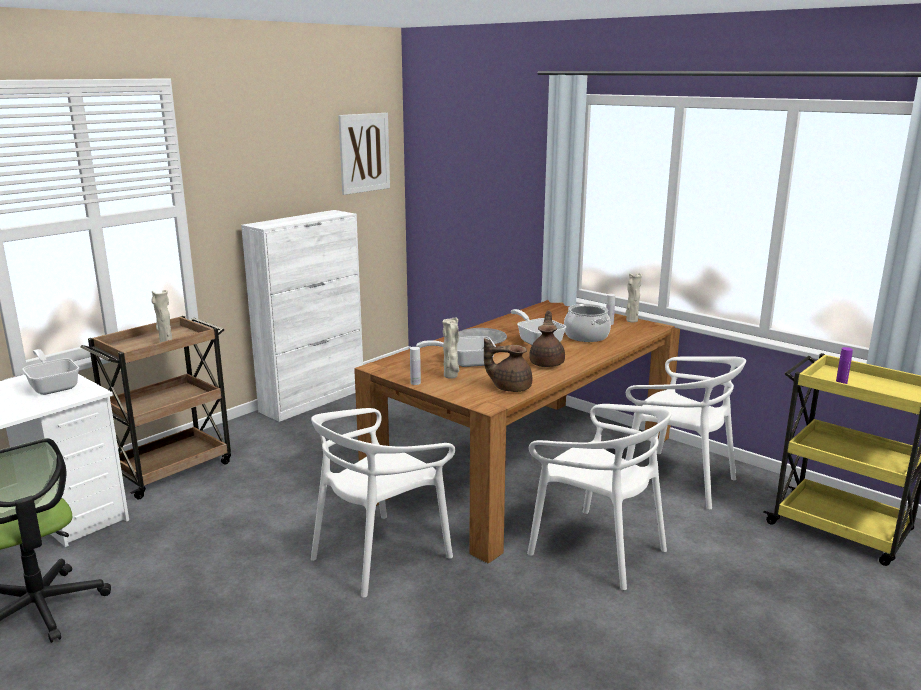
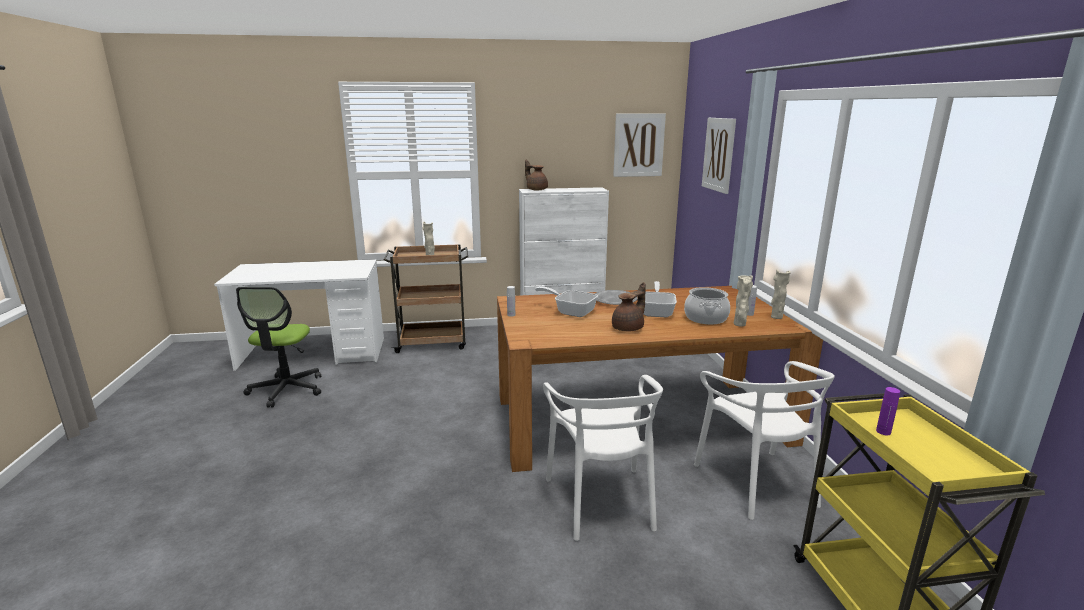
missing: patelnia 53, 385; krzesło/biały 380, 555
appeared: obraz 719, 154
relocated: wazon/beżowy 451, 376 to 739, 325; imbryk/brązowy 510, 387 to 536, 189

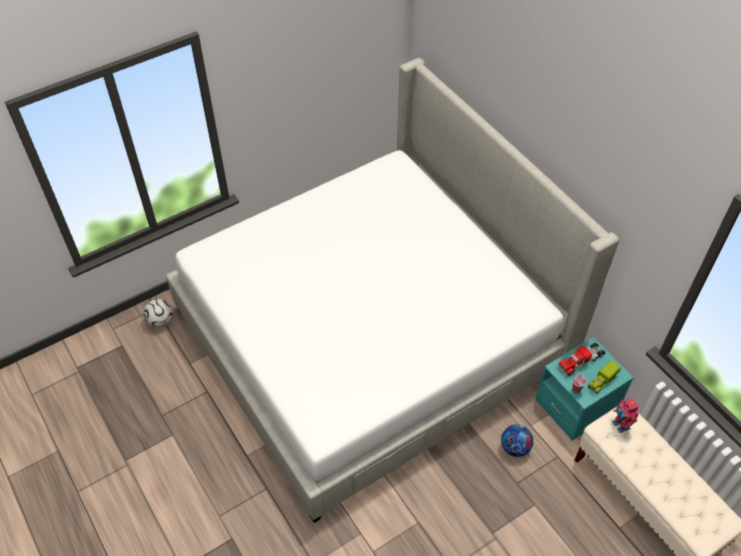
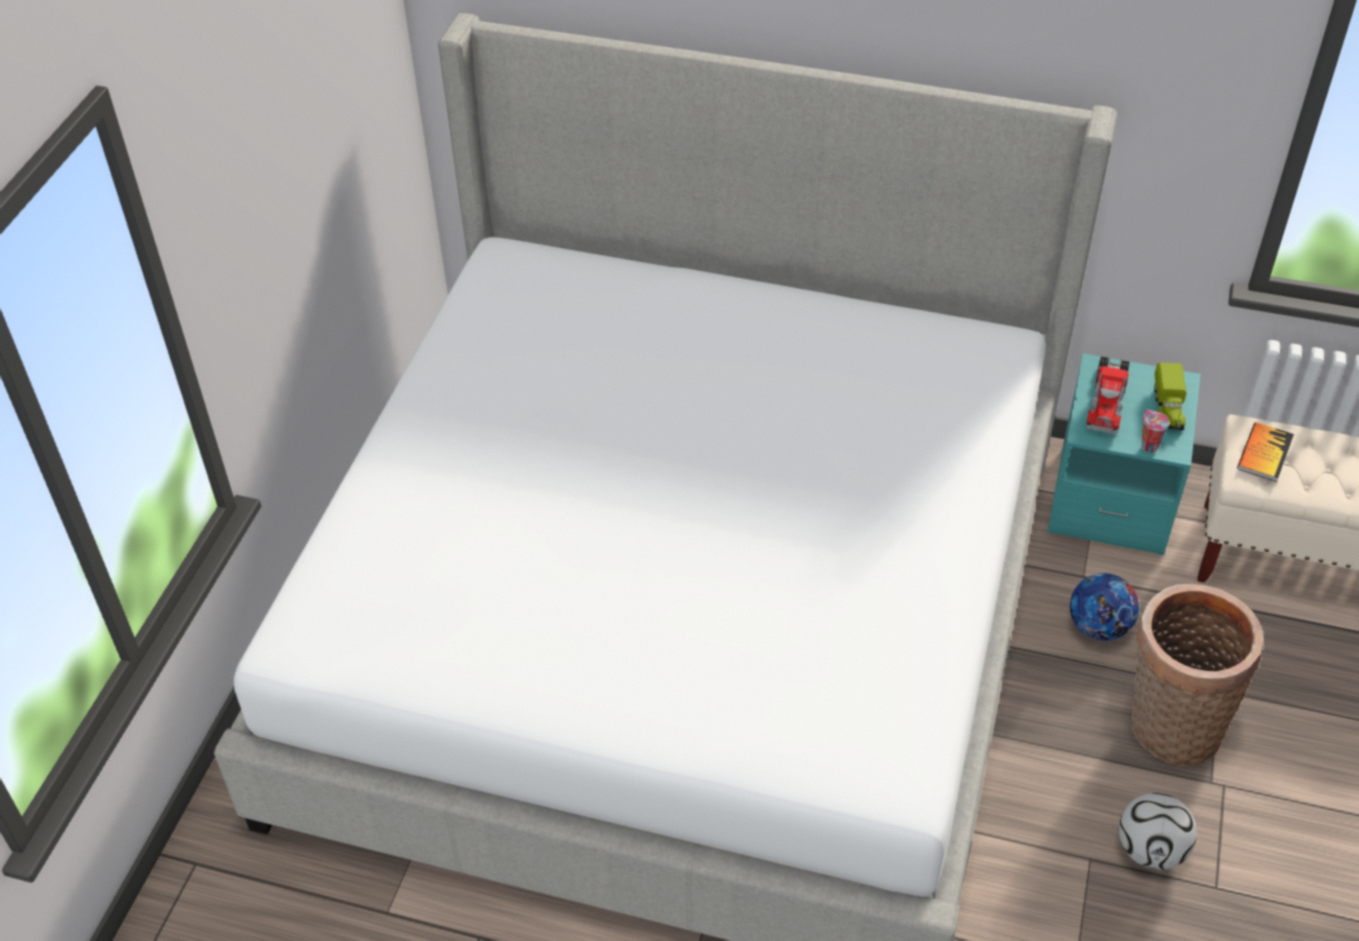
appeared: koszyk 1169, 727
relocated: piłka futbolowa 161, 321 to 1150, 850
exchanged: robot zabawkowy 620, 425 to książka 1264, 453

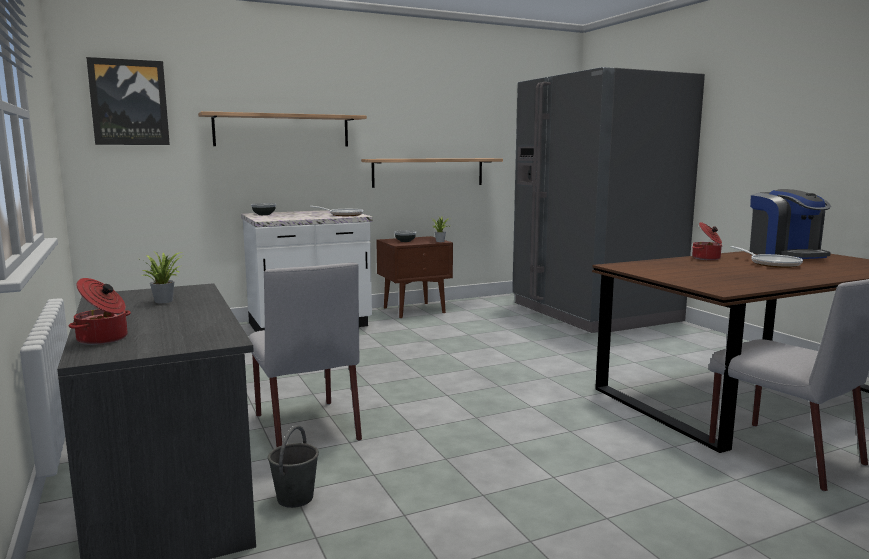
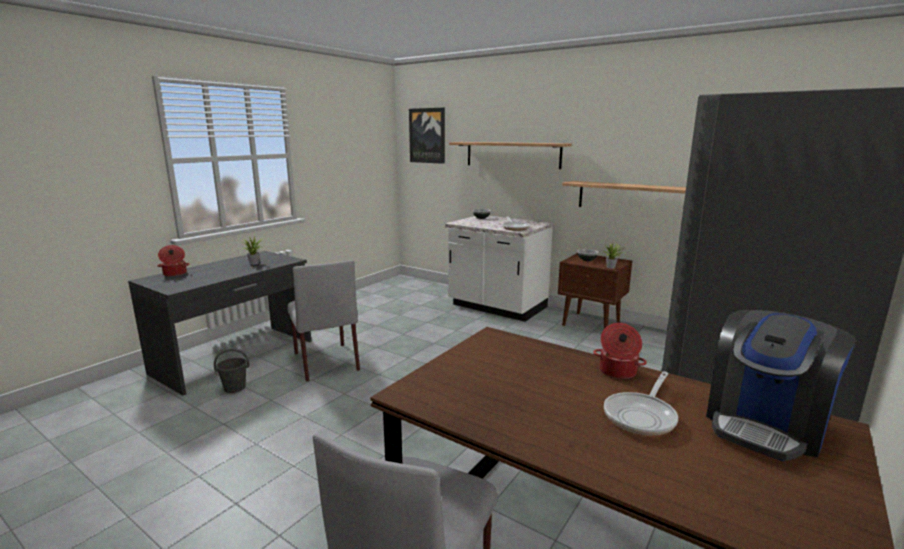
spun: krzesło/szary 305, 426 = 325, 361 60 degrees counterclockwise

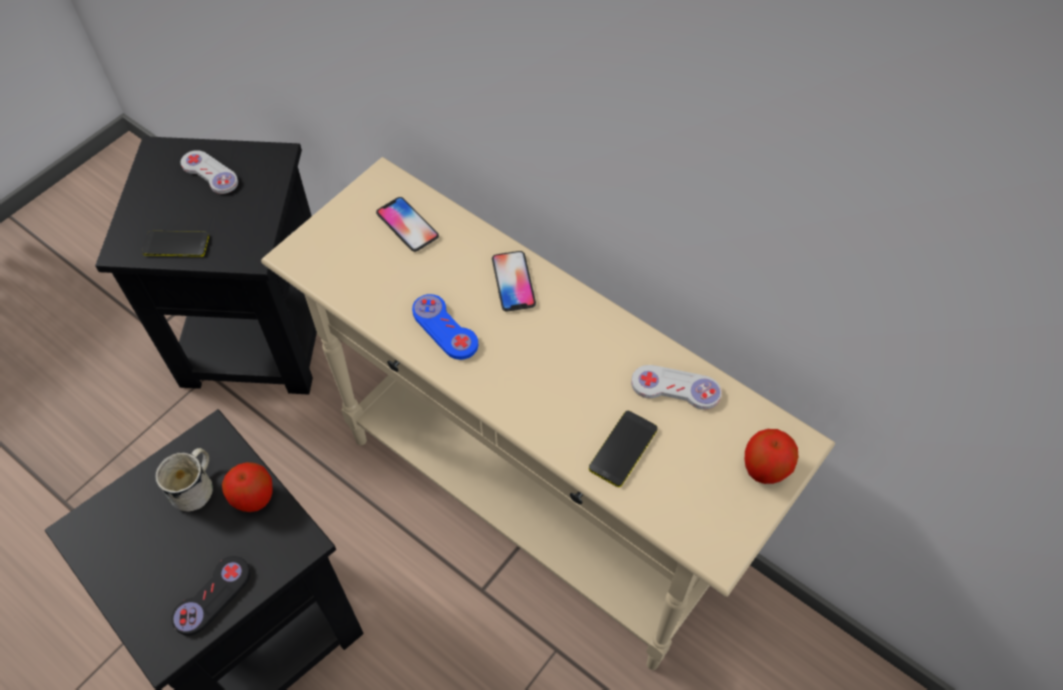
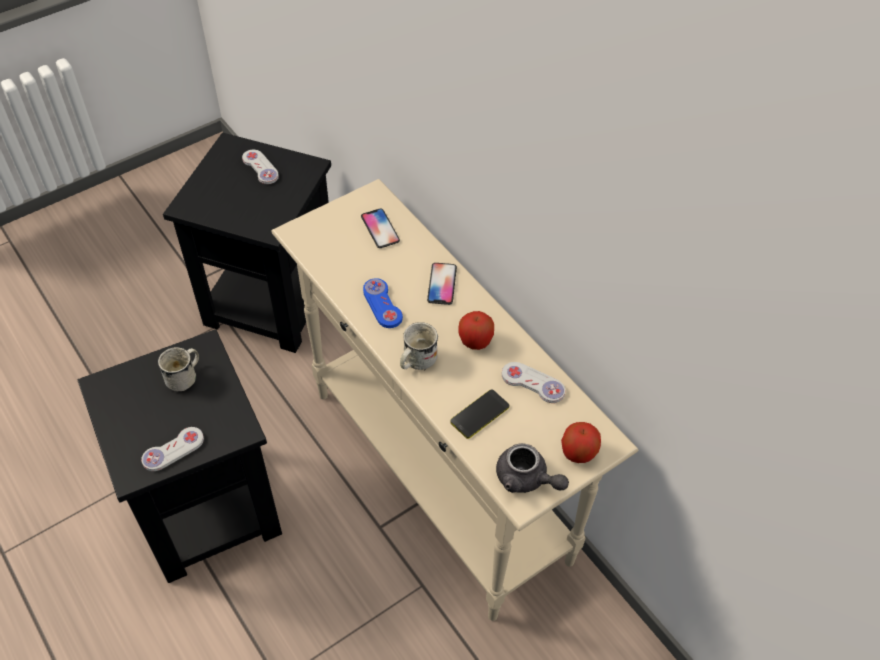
missing: telefon 176, 244
appeared: kubek/biały 416, 361; imbryk/szary 526, 479
relocated: jabłko 254, 497 to 475, 341
colour: pad do gier/czarny 212, 596 to pad do gier/biały 173, 450

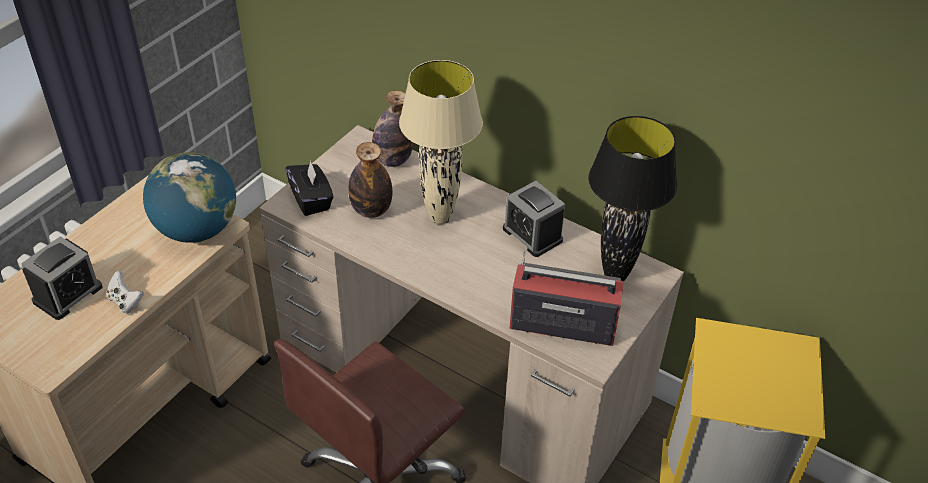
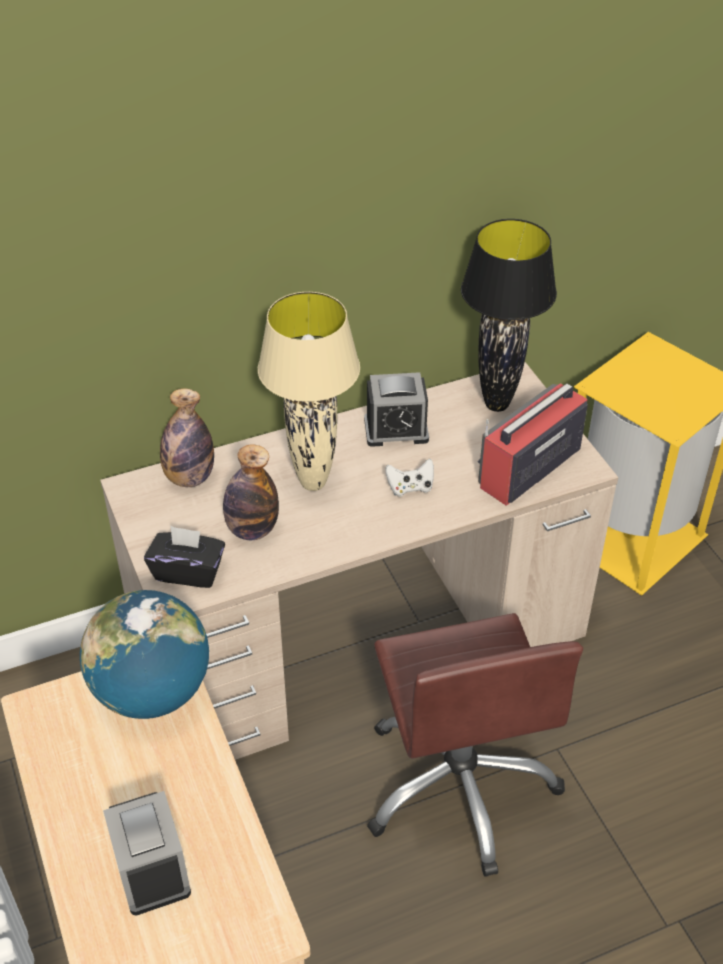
relocated: pad do gier/biały 126, 302 to 410, 488

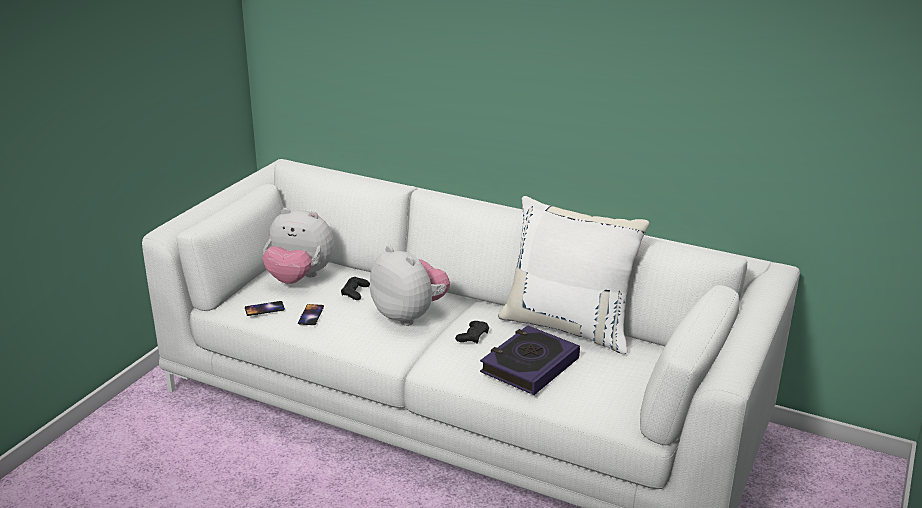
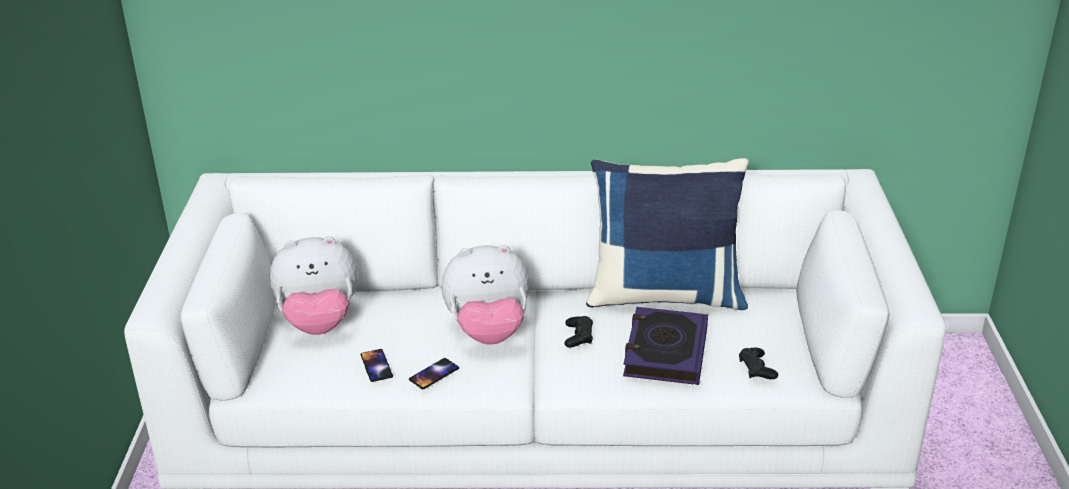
relocated: pad do gier/czarny 355, 292 to 757, 368; telefon 264, 309 to 434, 374
colour: poduszka/biały 569, 326 to poduszka/niebieski 665, 294
spun: pluszak 409, 315 = 488, 332 150 degrees clockwise

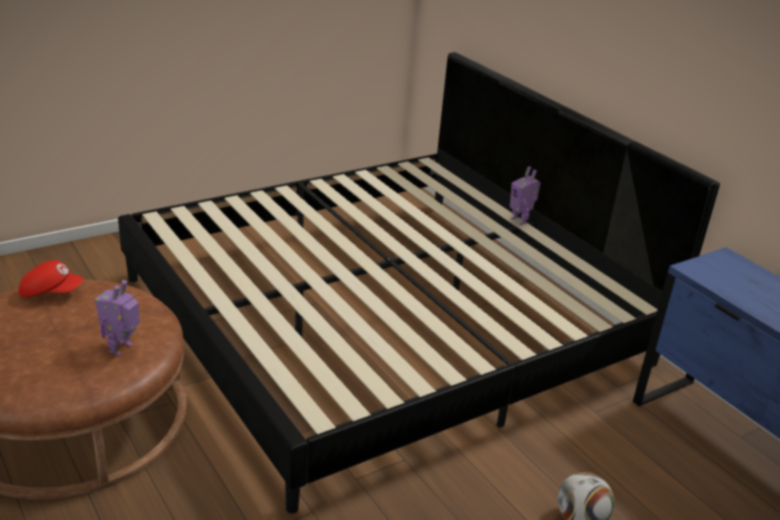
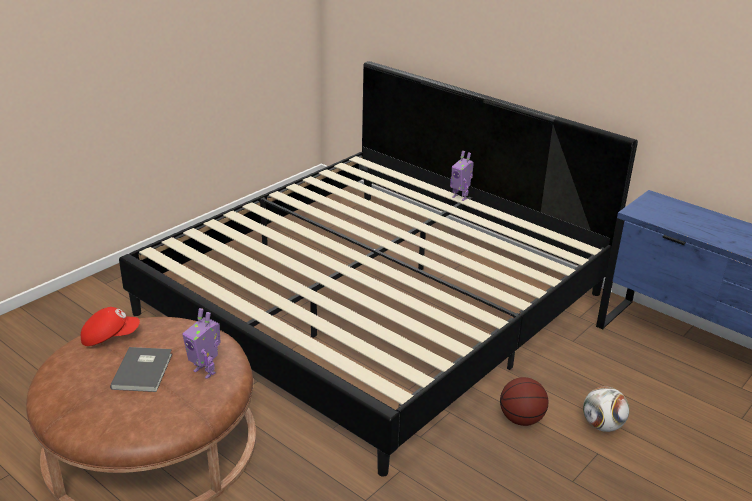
appeared: książka/szary 144, 370; piłka do koszykówki 521, 419
spun: robot zabawkowy 121, 348 = 205, 371 60 degrees counterclockwise

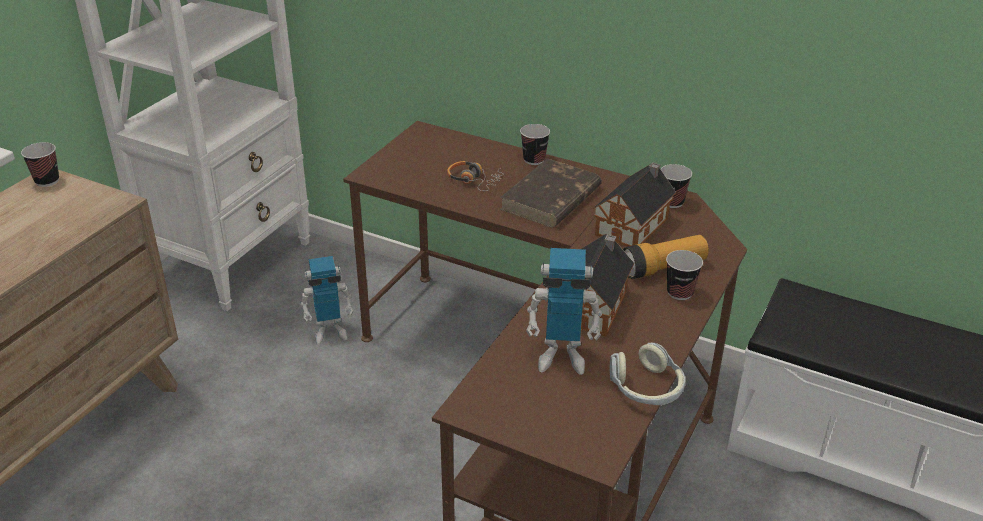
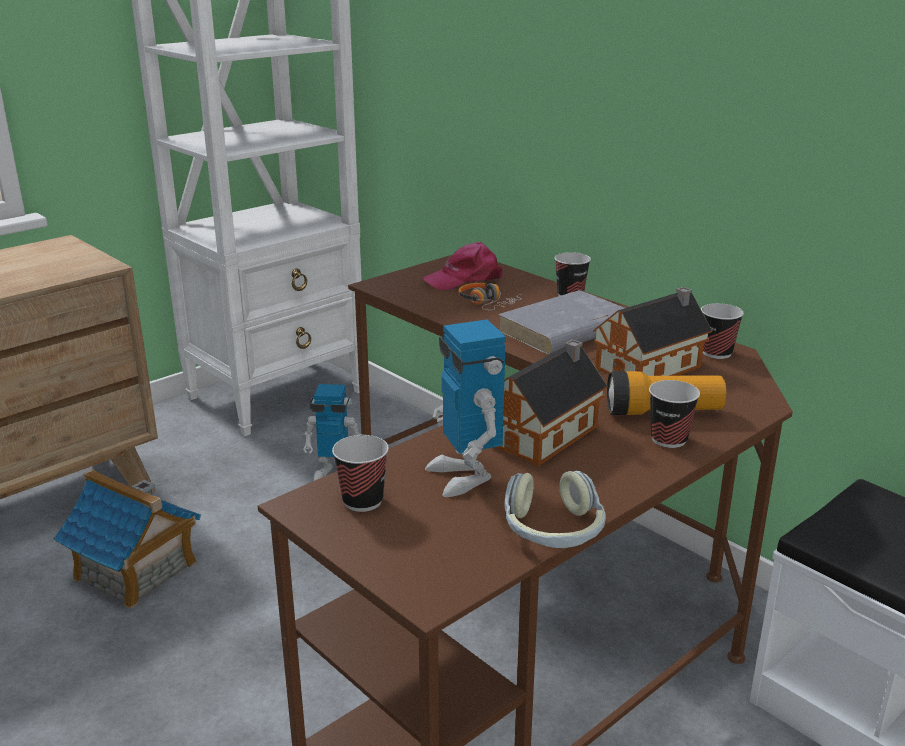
appeared: czapka z daszkiem/różowy 464, 279; domek 136, 571
relocated: filiżanka 47, 181 to 362, 501
colour: książka/brązowy 550, 199 to książka/szary 564, 330
spun: robot zabawkowy 561, 357 = 465, 476 45 degrees clockwise

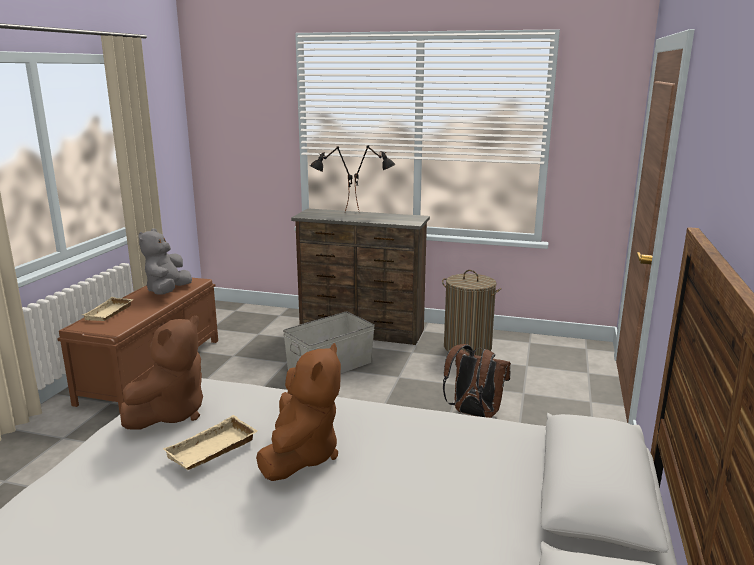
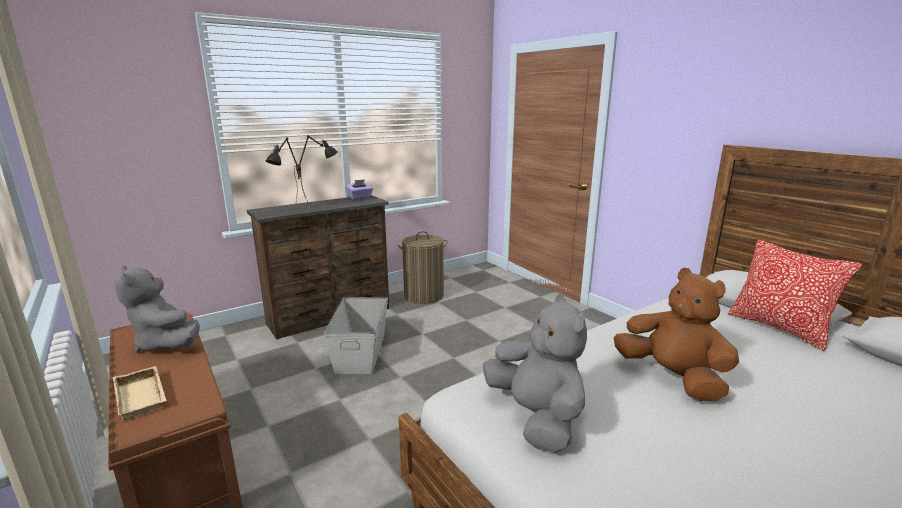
missing: plecak/brązowy 473, 414; taca/beżowy 212, 450
appeared: pudełko chusteczek/fioletowy 360, 198; poduszka 779, 328
colour: pluszak/brązowy 171, 413 to pluszak/szary 536, 417

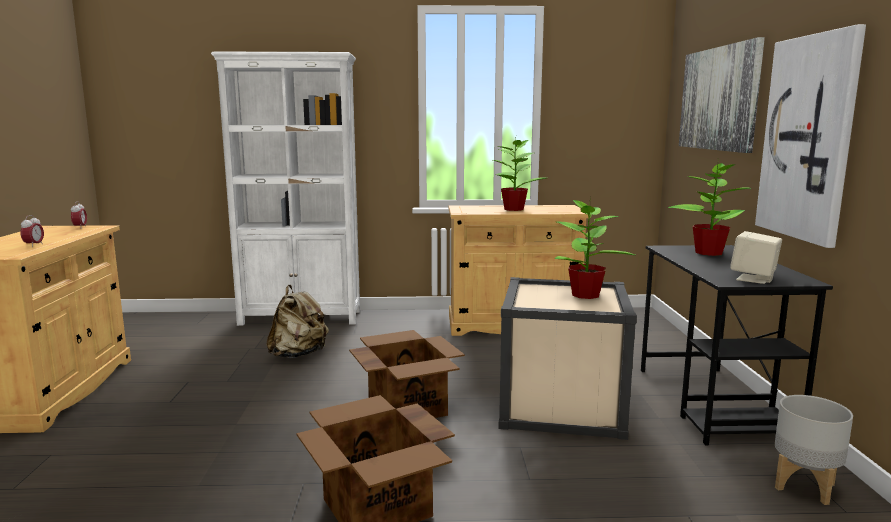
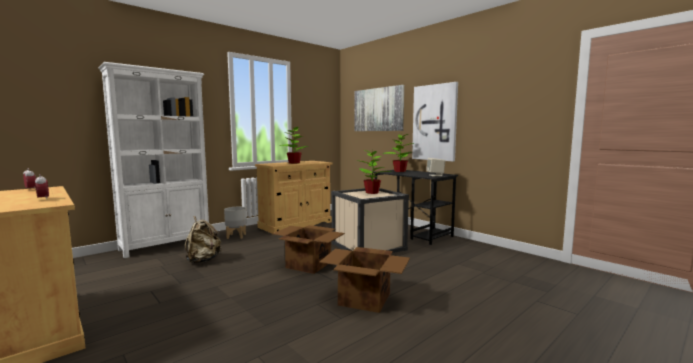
relocated: donica/szary 805, 486 to 236, 236

